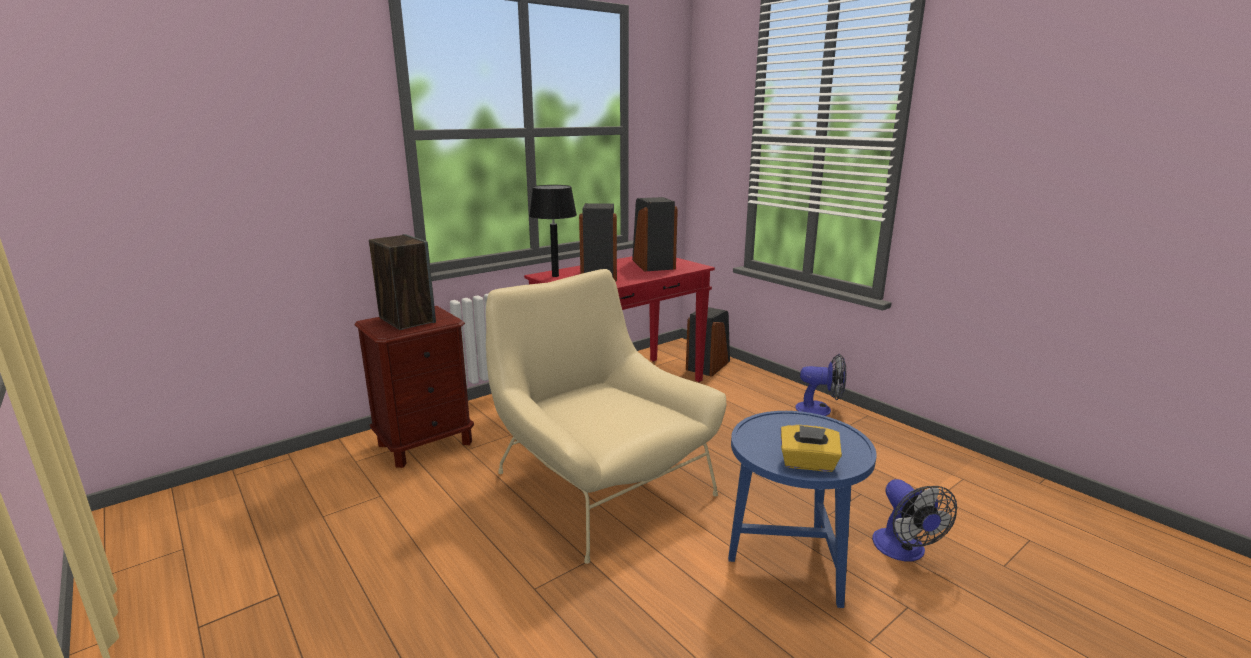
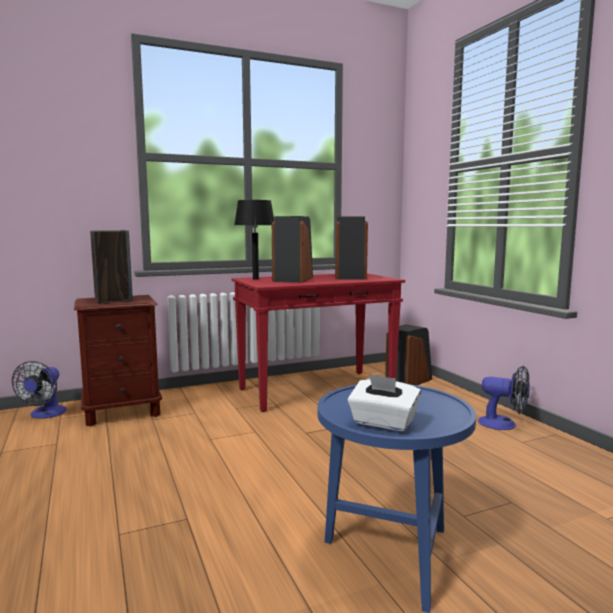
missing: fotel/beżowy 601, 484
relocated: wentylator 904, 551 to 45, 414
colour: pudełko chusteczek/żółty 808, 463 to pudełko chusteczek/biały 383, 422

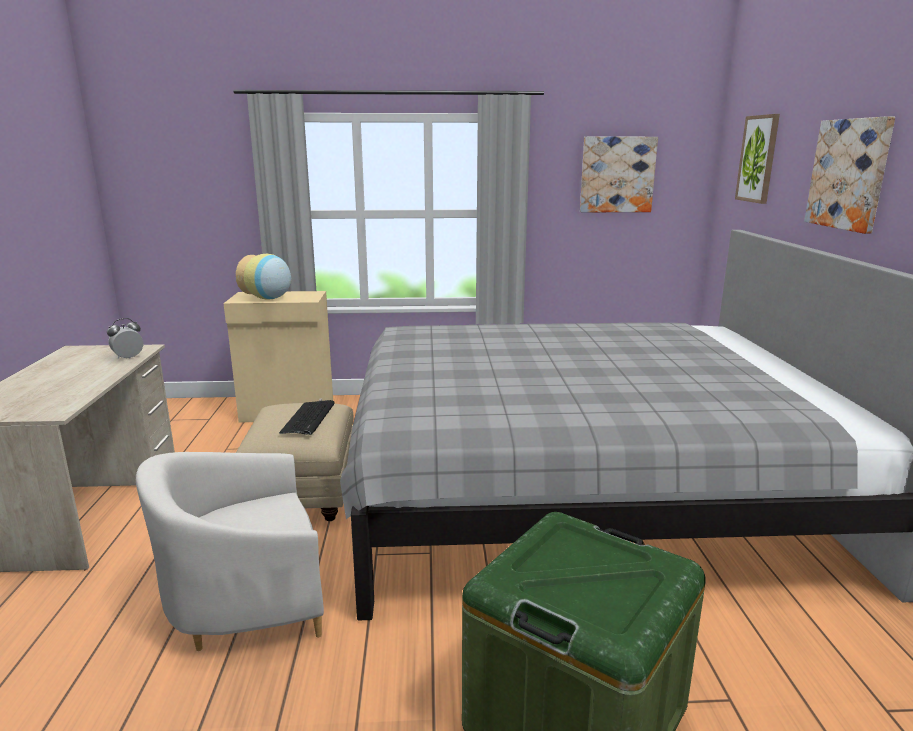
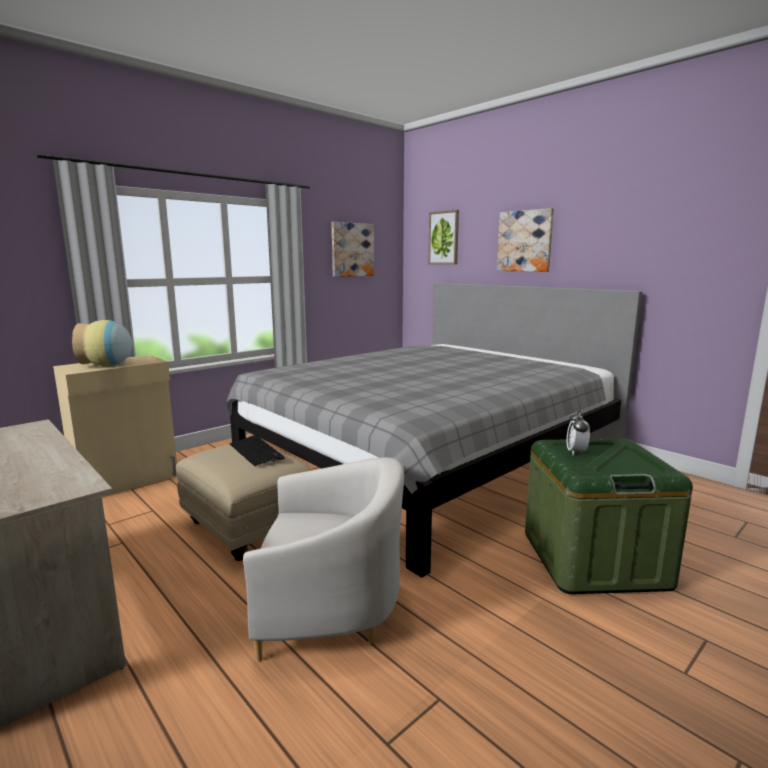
relocated: budzik 128, 358 to 576, 452
spun: fotel/biały 248, 602 = 328, 608 120 degrees counterclockwise

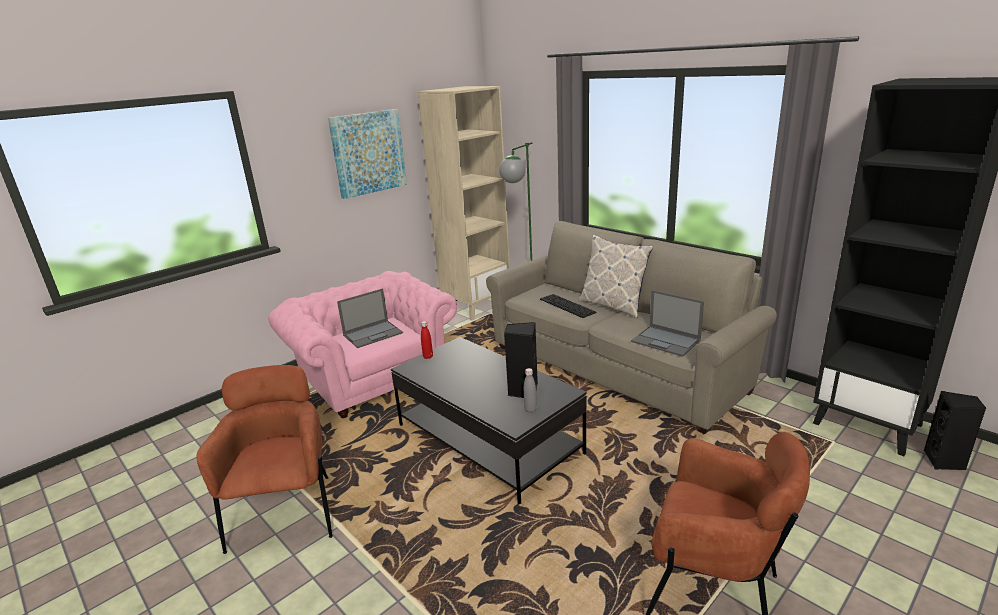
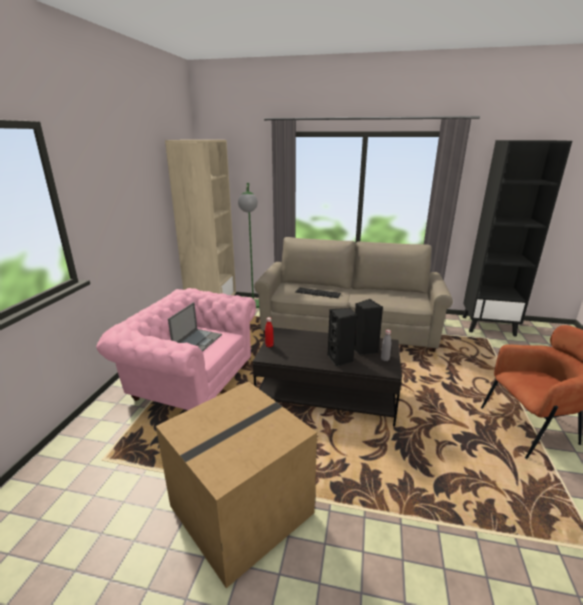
missing: obraz 368, 153; poduszka 613, 305; laptop 666, 341
relocated: głośnik/czarny 944, 462 to 340, 359
exchanged: fotel/brązowy 287, 512 to karton 242, 507

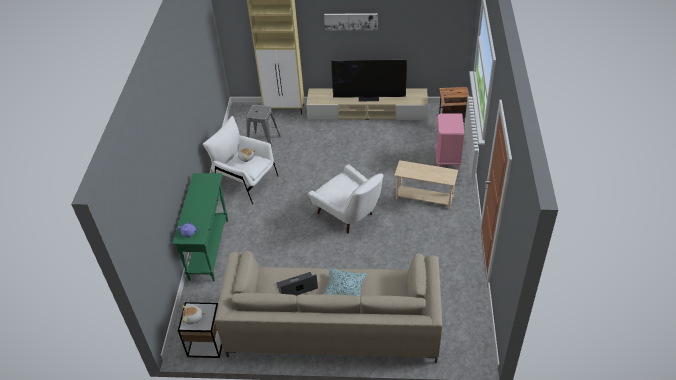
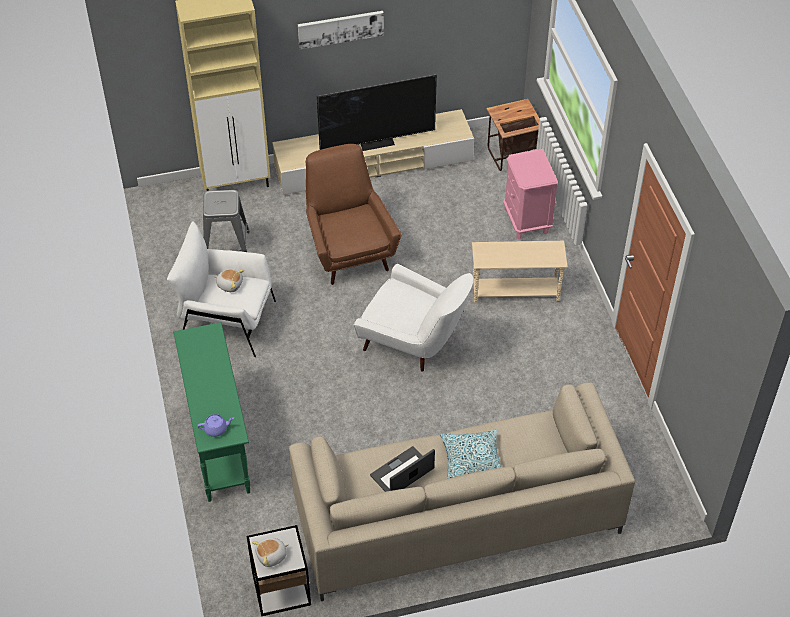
appeared: fotel/brązowy 348, 249

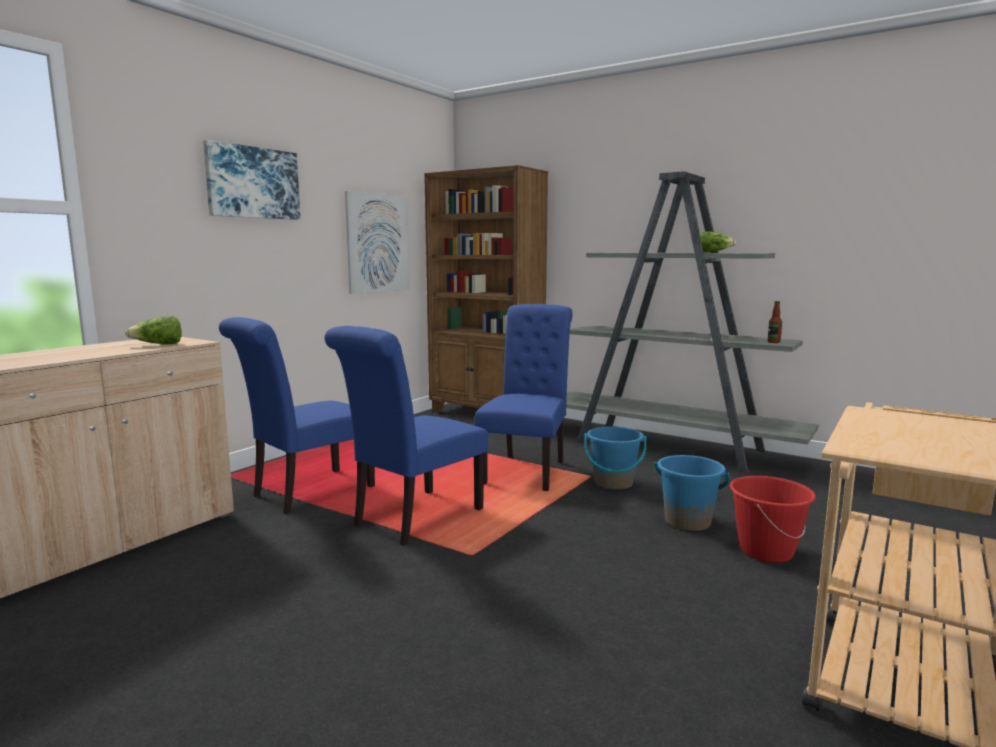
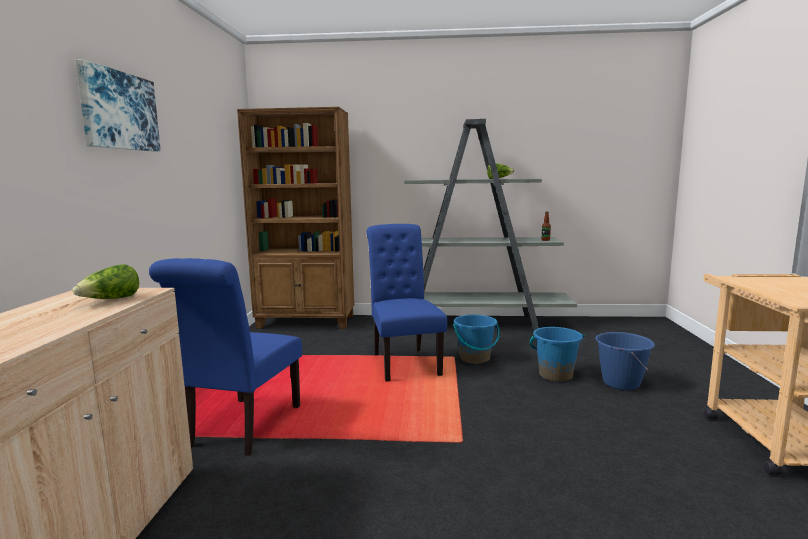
missing: obraz 377, 243; krzesło/niebieski 412, 519
colour: wiadro/czerwony 766, 551 to wiadro/niebieski 620, 383

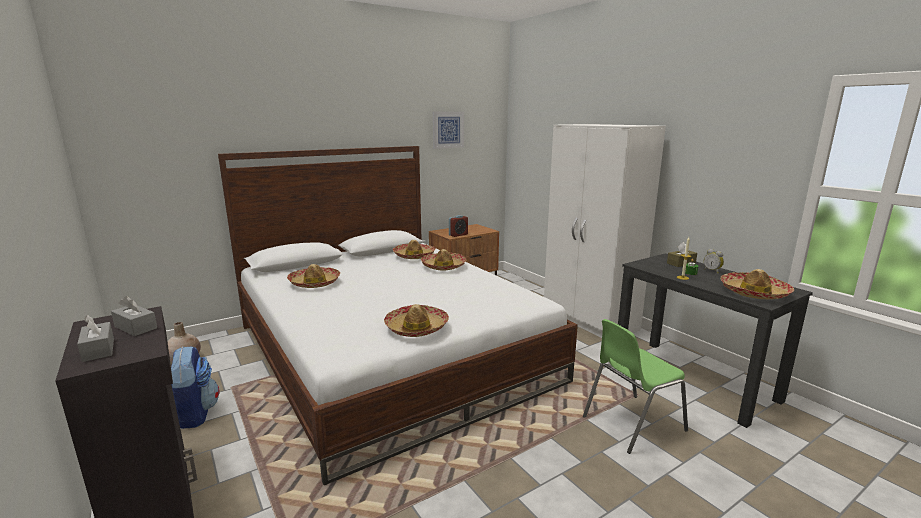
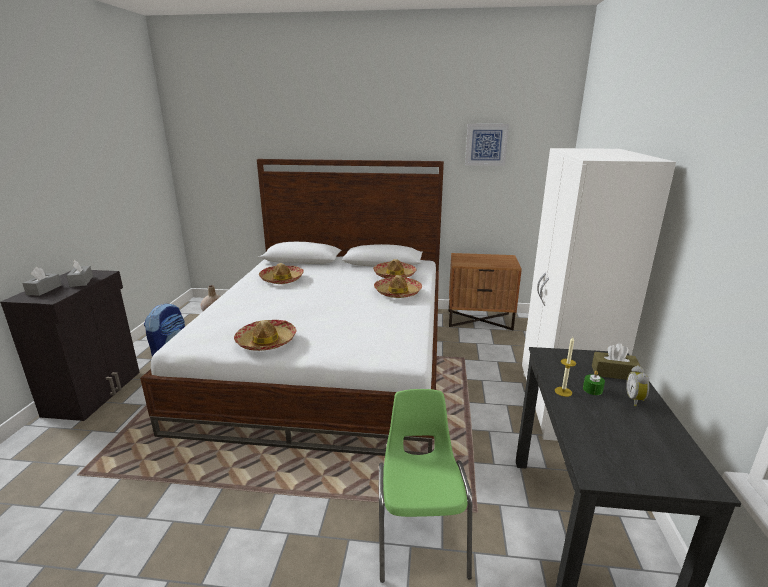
missing: budzik 458, 235; kapelusz 754, 293
spun: krzesło/zielony 631, 423 = 420, 534 75 degrees clockwise

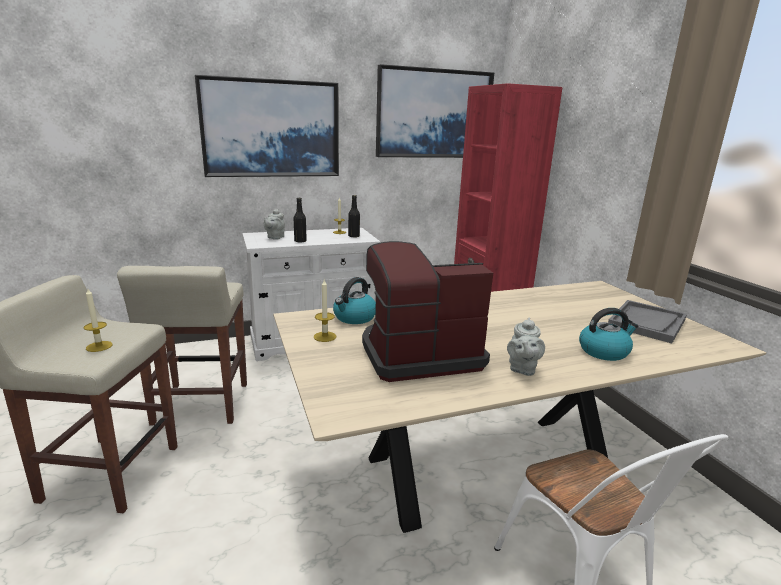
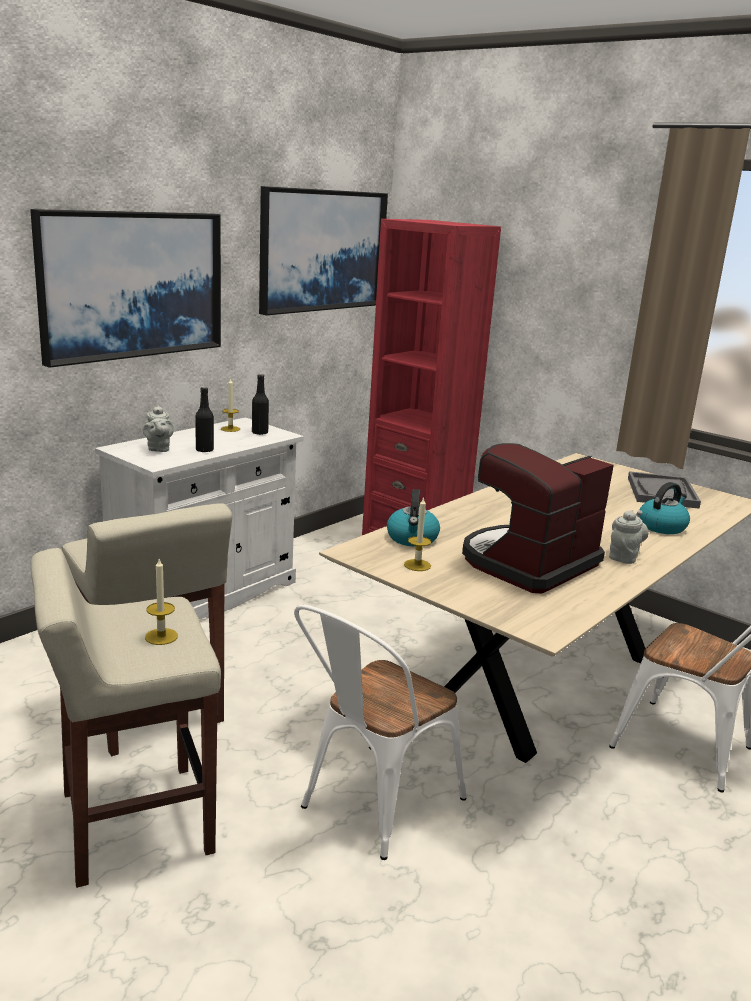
appeared: krzesło/biały 372, 806
spun: imbryk/szary 522, 369 = 624, 556 135 degrees counterclockwise

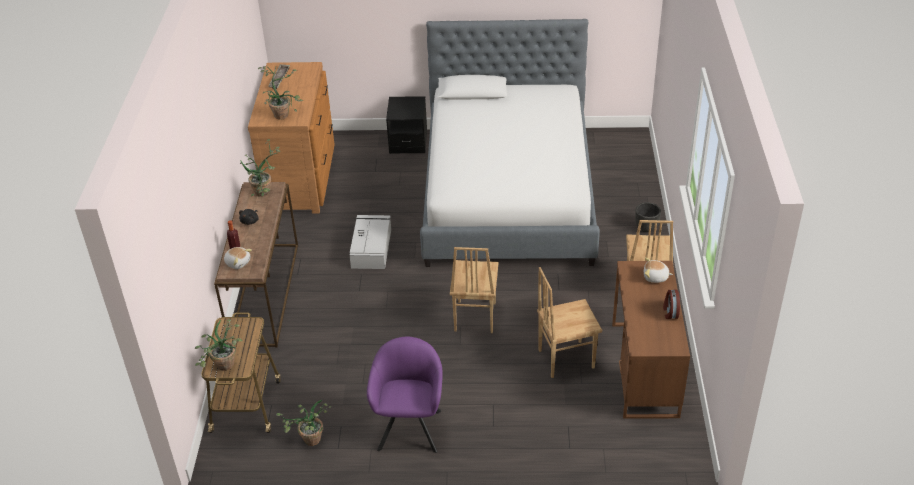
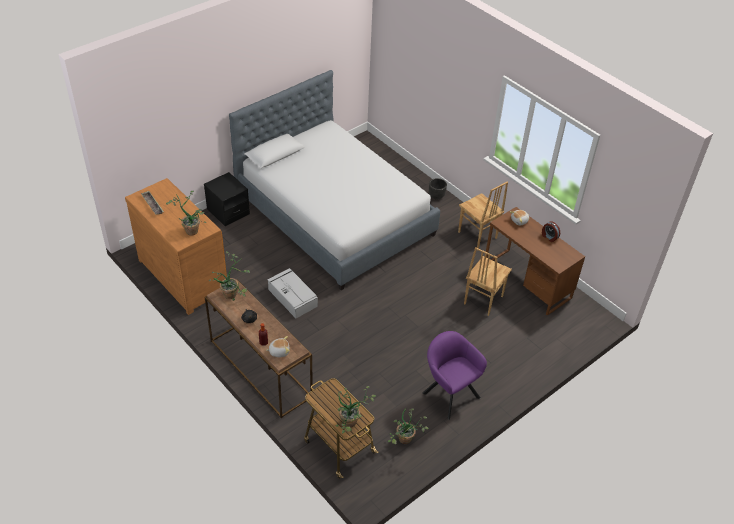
missing: krzesło/brązowy 474, 317

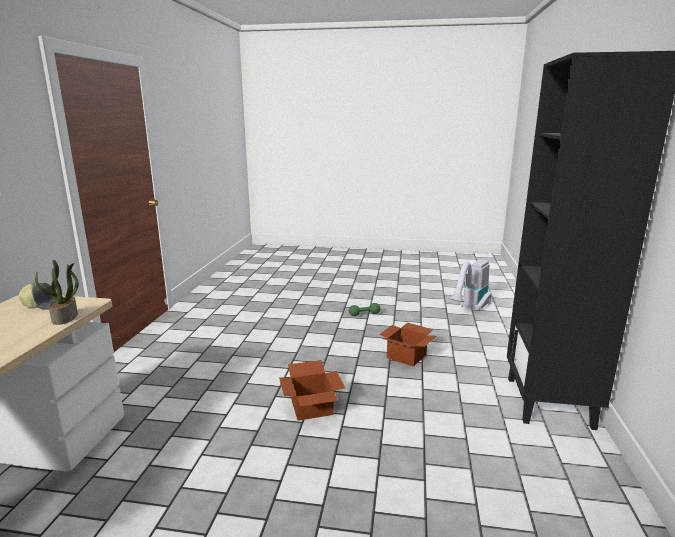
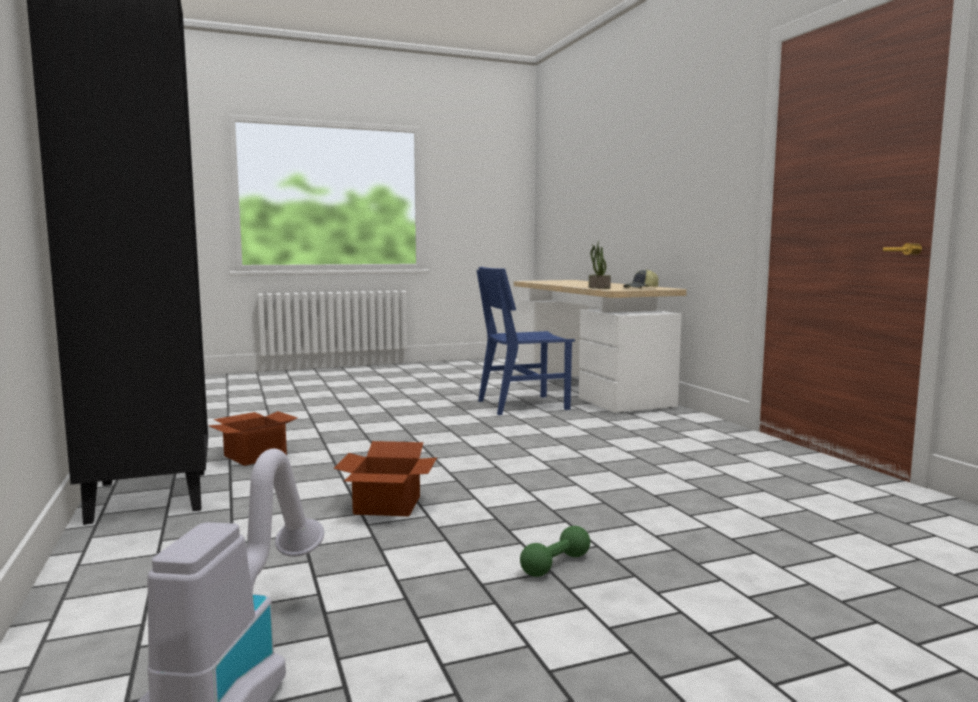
appeared: krzesło/niebieski 522, 405
relocated: karton 311, 408 to 255, 455

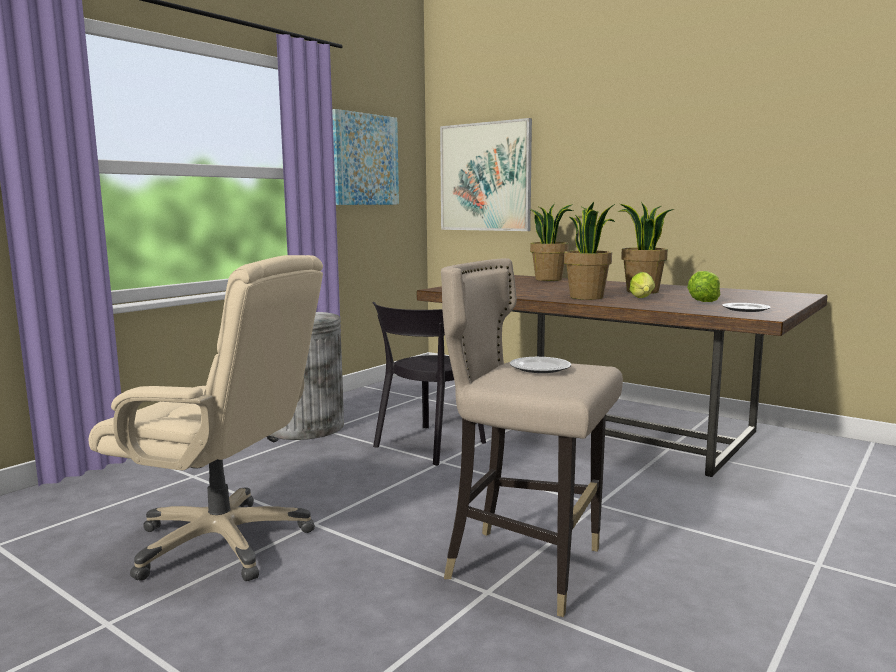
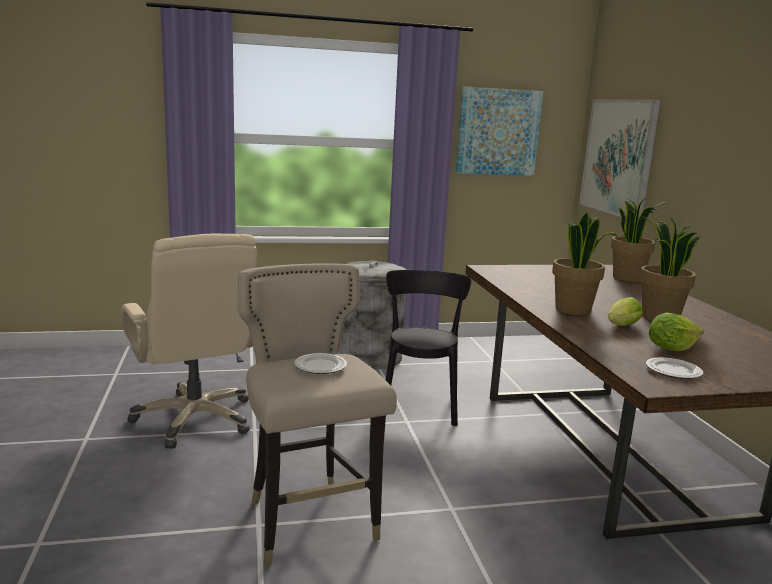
spun: krzesło/czarny 426, 446 = 420, 404 105 degrees clockwise

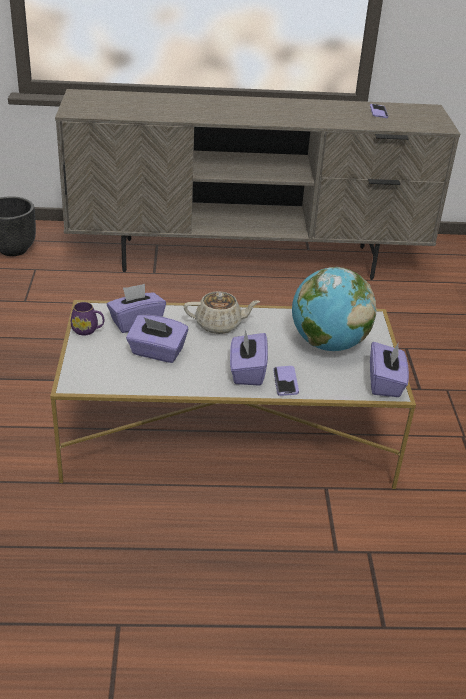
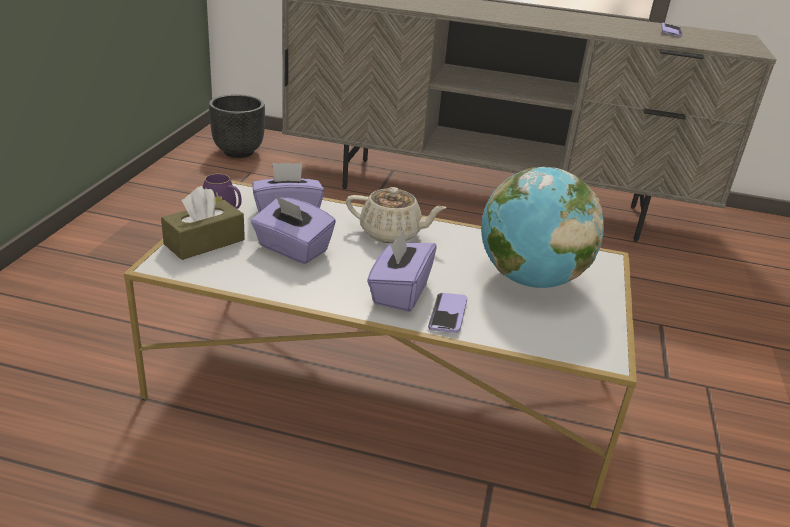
missing: pudełko chusteczek/fioletowy 385, 383
appeared: pudełko chusteczek/brązowy 204, 242

